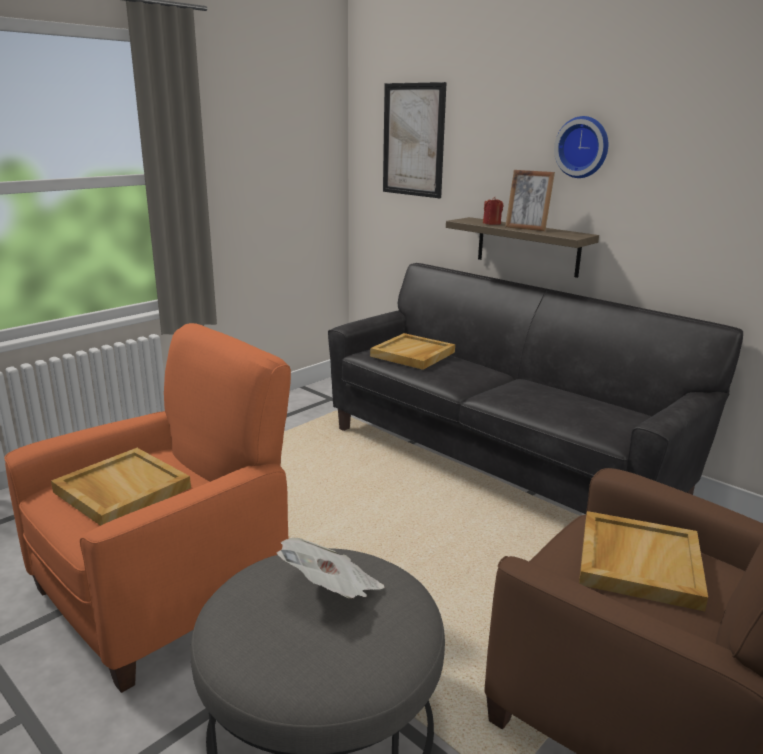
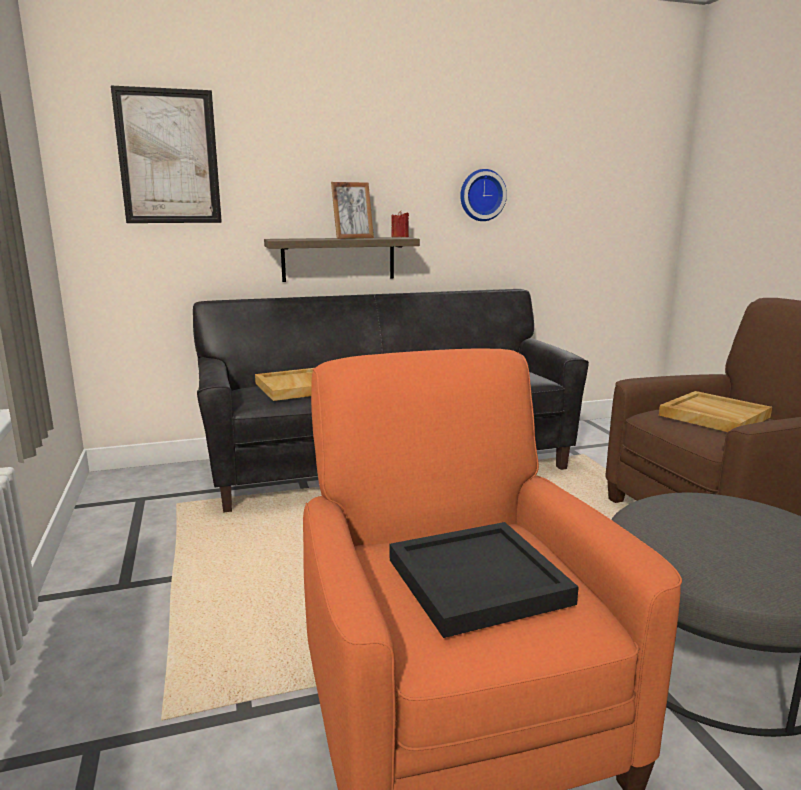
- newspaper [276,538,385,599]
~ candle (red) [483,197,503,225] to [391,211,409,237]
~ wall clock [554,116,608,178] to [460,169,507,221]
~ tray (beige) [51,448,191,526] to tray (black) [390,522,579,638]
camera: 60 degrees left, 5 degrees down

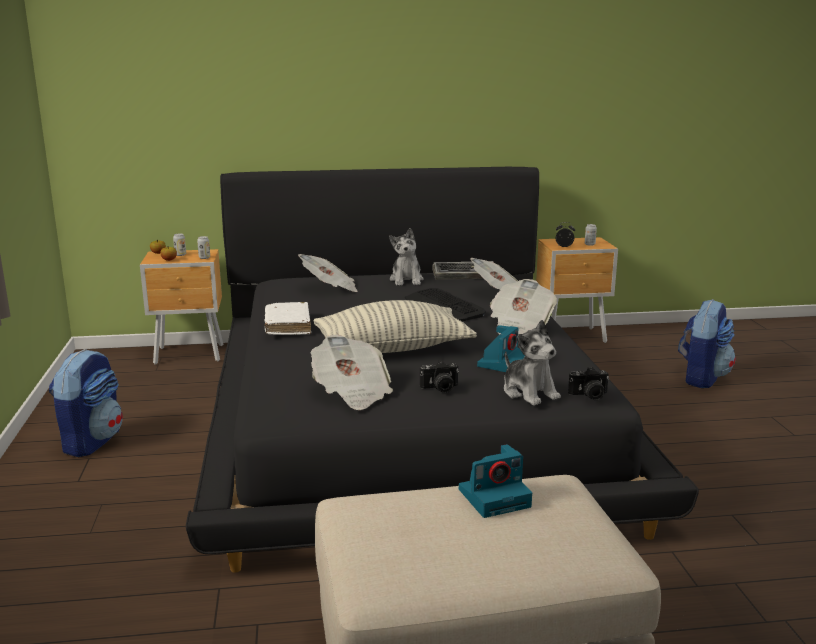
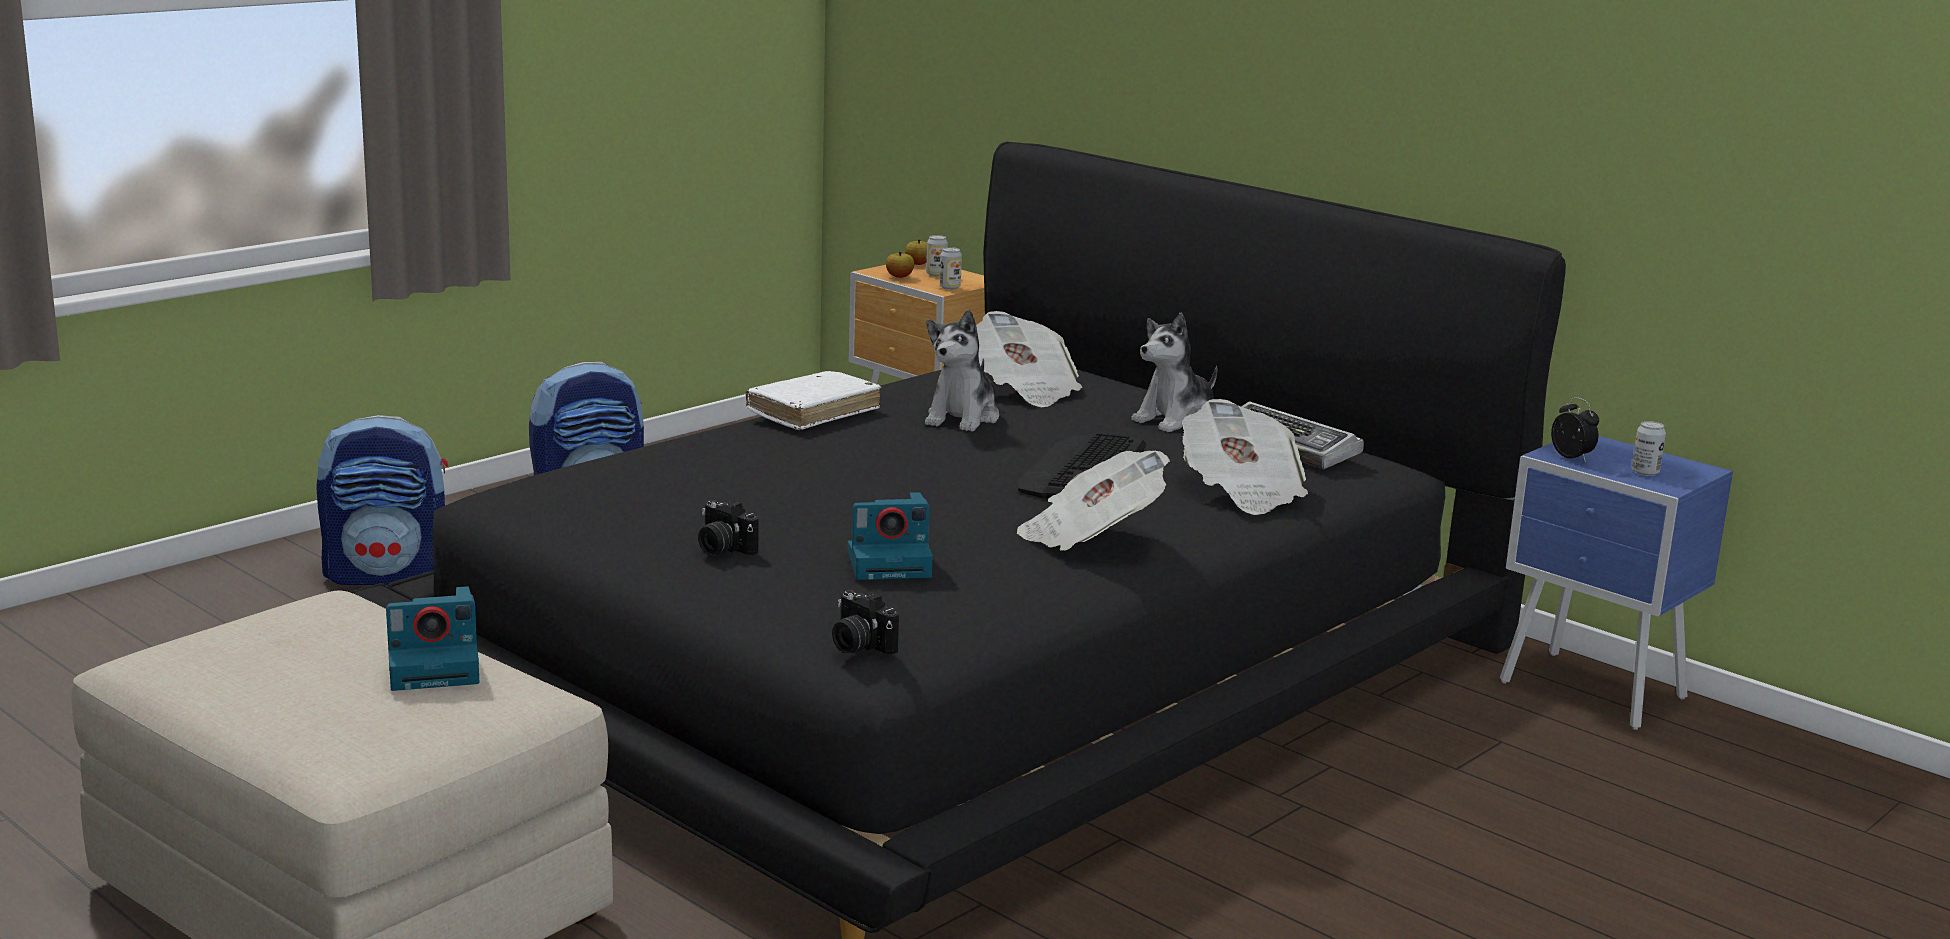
- newspaper [311,335,393,410]
- pillow [314,300,477,353]
~ plush toy [504,320,561,406] to [925,309,999,432]
~ backpack [678,299,736,388] to [316,415,448,585]
~ nightstand (brown) [536,237,618,343] to nightstand (blue) [1500,436,1733,730]
~ photo camera [459,444,532,518] = [386,586,479,691] 45 degrees counterclockwise
camera: 50 degrees right, 0 degrees up

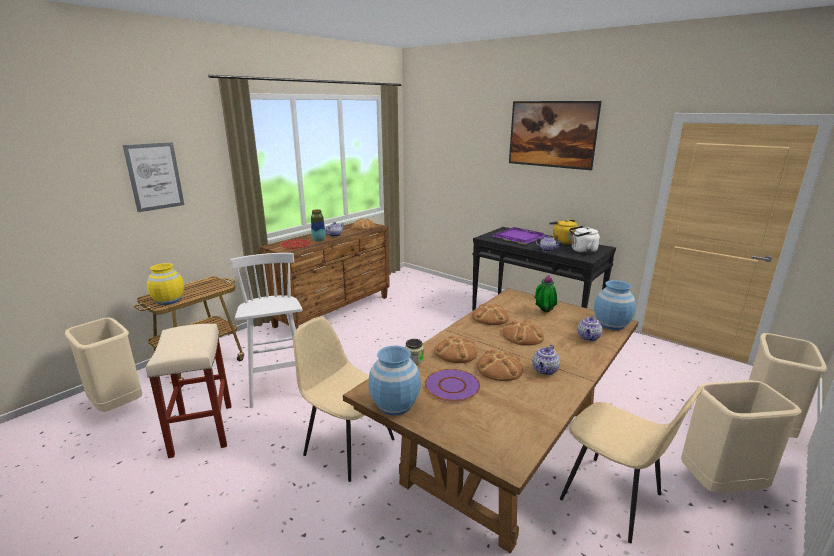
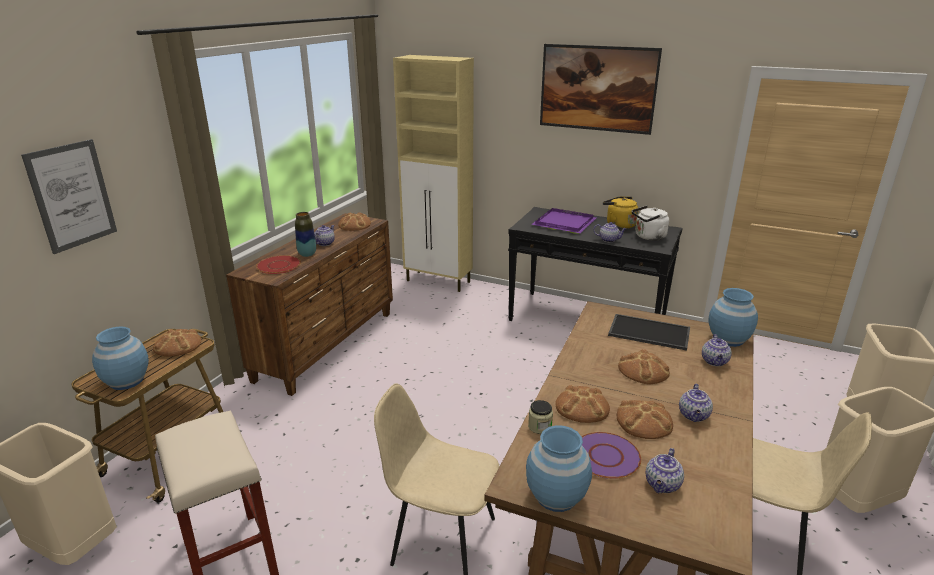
- stool (white) [230,253,303,408]
+ cabinet (beige) [393,55,474,292]
+ teapot [646,448,684,493]
~ bread [472,303,509,325] to [153,329,201,357]
~ potted plant [534,275,557,312] to tray [608,314,690,351]
~ vase (yellow) [147,263,184,305] to vase (blue) [92,327,149,390]
camera: 15 degrees left, 5 degrees up

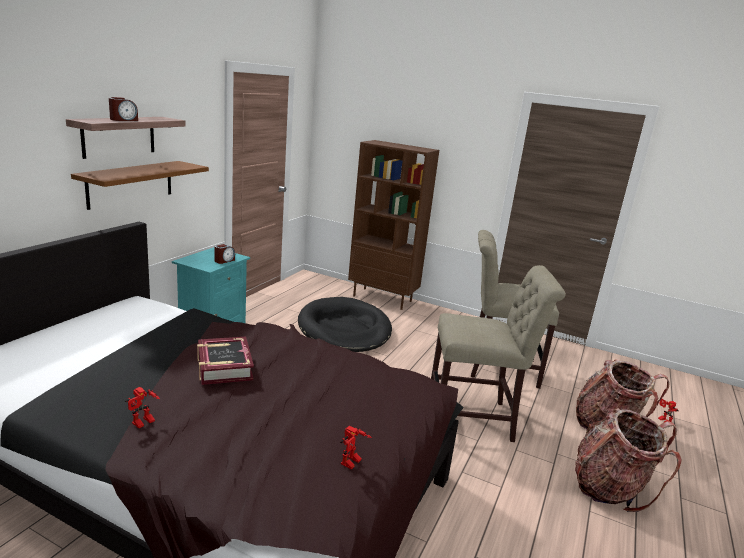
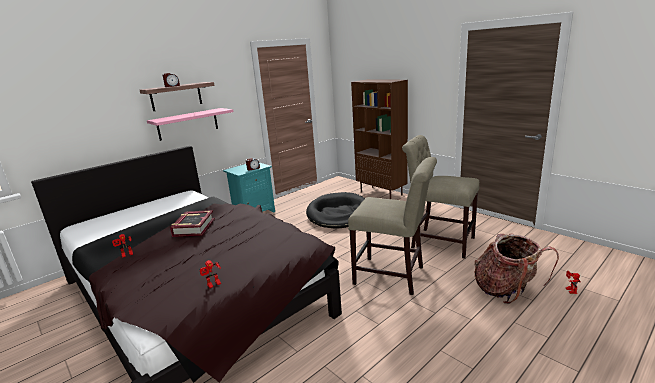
- backpack [575,408,682,512]
~ shelf (brown) [71,161,209,210] to shelf (pink) [147,108,233,141]
camera: 25 degrees right, 0 degrees up

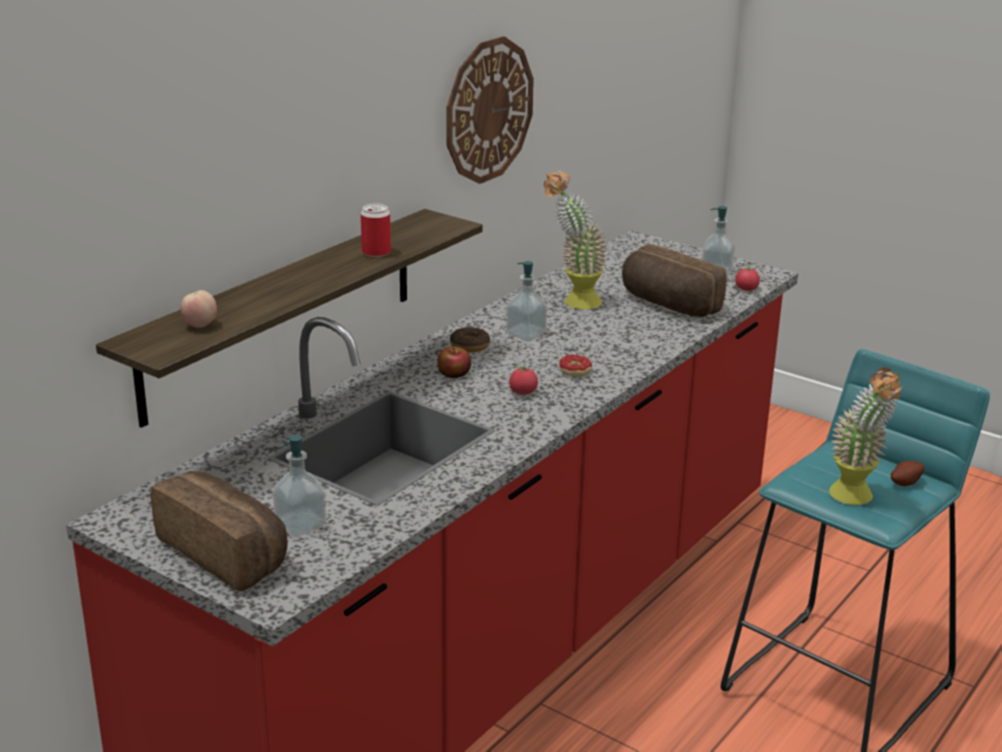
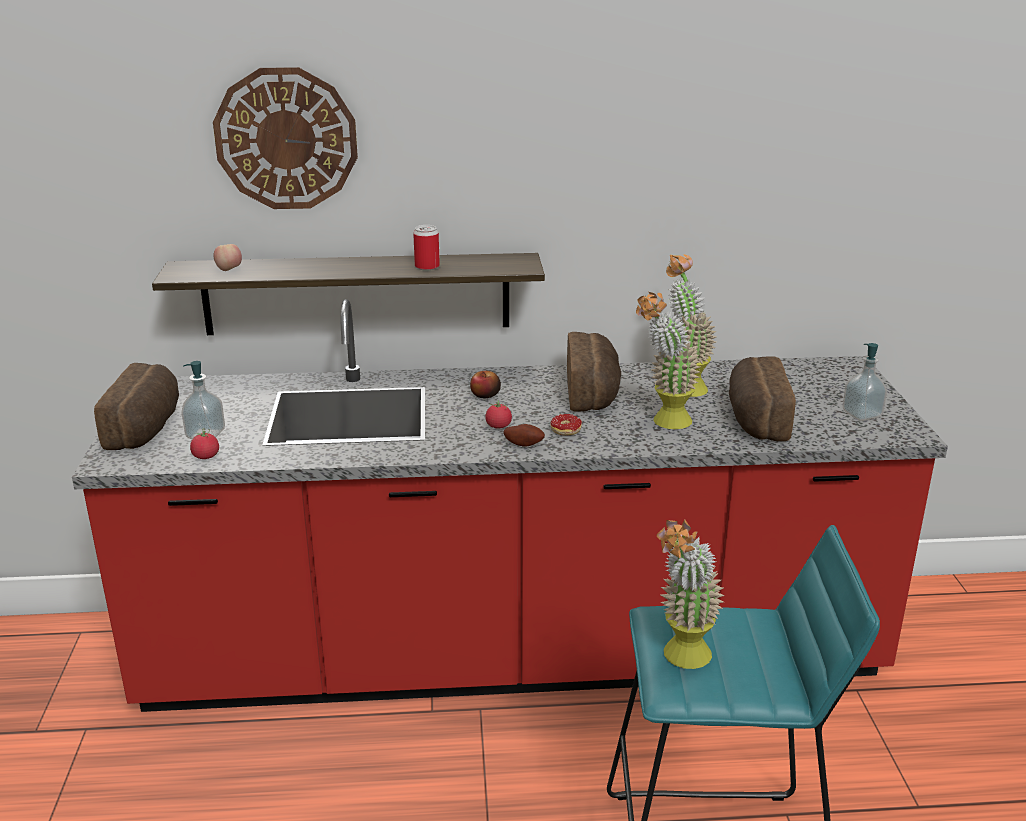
- donut [450,327,490,353]
+ potted plant [636,292,700,429]
~ wall clock [446,36,534,184] to [213,67,358,209]
~ tomato [735,265,760,291] to [190,428,219,459]
~ potato [891,461,924,486] to [503,424,545,447]
~ soap dispenser [506,261,547,341] to bread [567,332,621,411]
camera: 50 degrees right, 0 degrees up

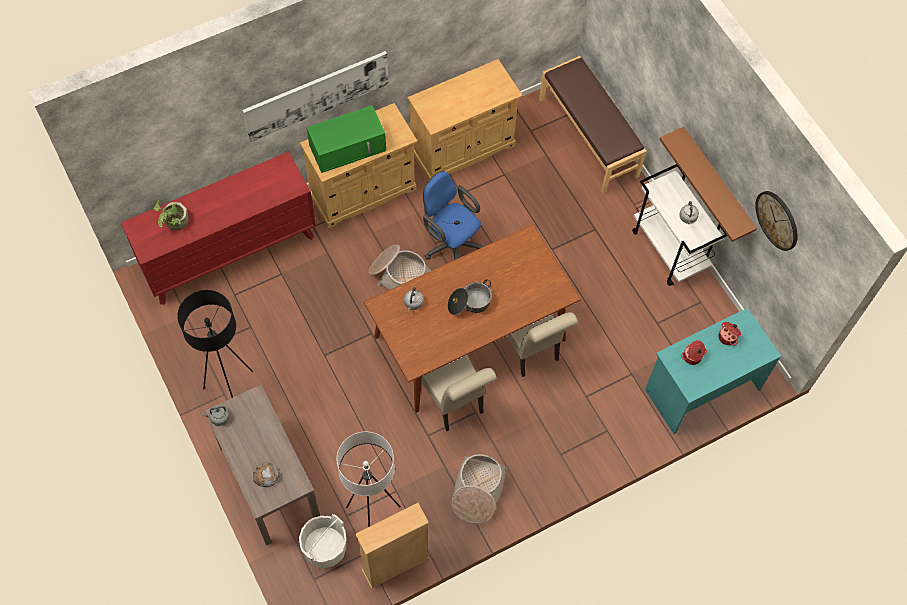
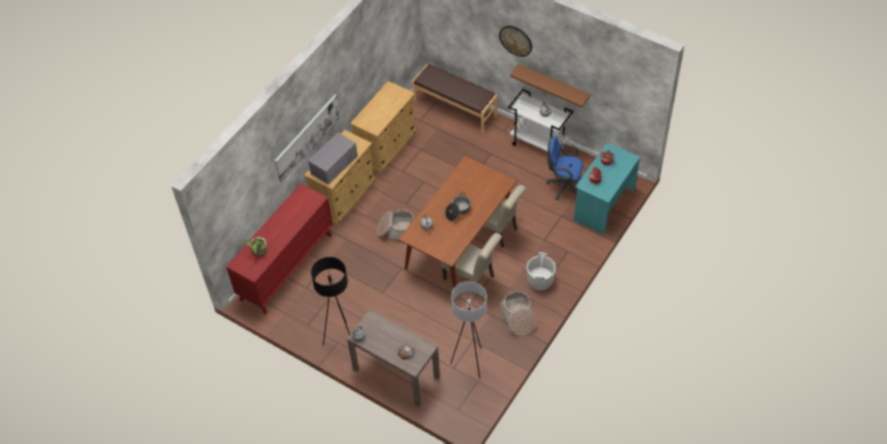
- bookcase (beige) [355,503,429,589]
~ bucket (white) [299,514,347,568] to [527,252,556,290]
~ office chair (blue) [423,171,484,260] to [546,136,583,200]
~ wall clock [755,191,798,251] to [499,26,532,57]
~ microwave (green) [307,105,386,173] to microwave (grey) [308,133,358,185]
camera: 25 degrees left, 10 degrees down

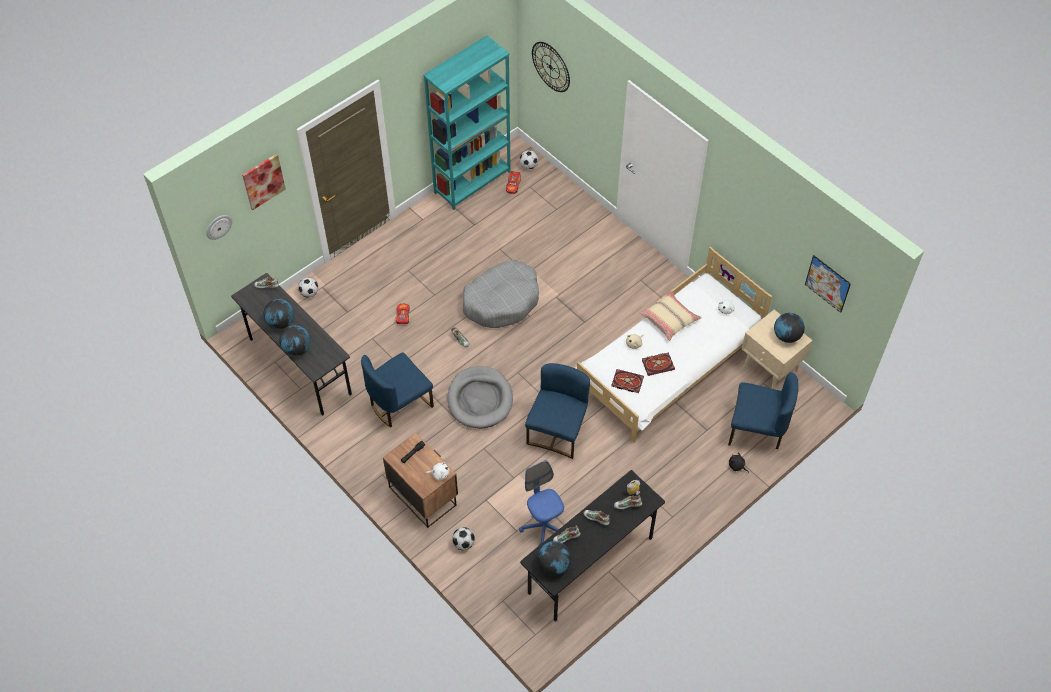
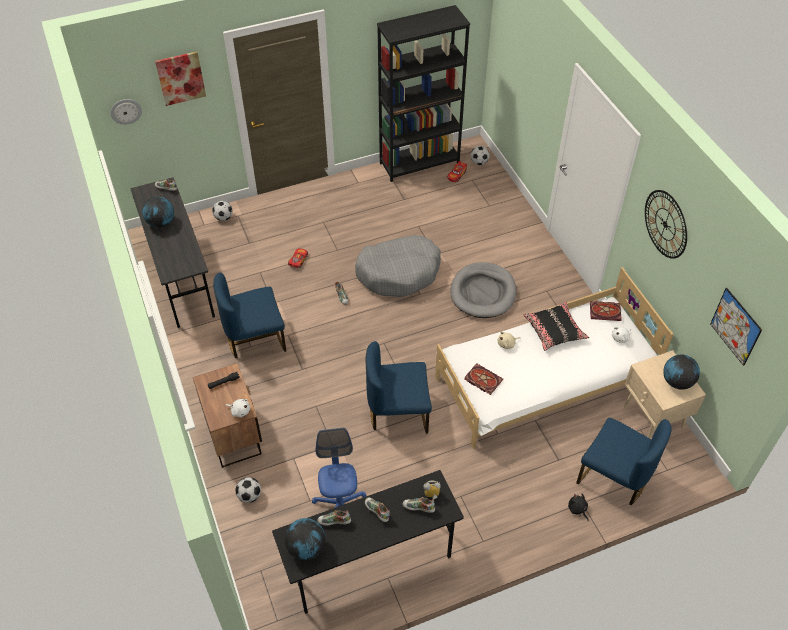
- globe [280,325,311,356]
~ dog bed (grey) [448,366,513,428] to [450,262,516,318]
~ wall clock [532,42,570,92] to [645,190,687,259]
~ book [642,353,675,376] to [590,301,622,321]
~ bookcase (turquoise) [423,36,511,210] to bookcase (black) [377,5,470,182]
~ pillow (beige) [639,290,702,341] to pillow (black) [523,302,589,351]
~ chair (blue) [525,363,590,459] = [366,341,432,434] 135 degrees counterclockwise
camera: 20 degrees right, 5 degrees down

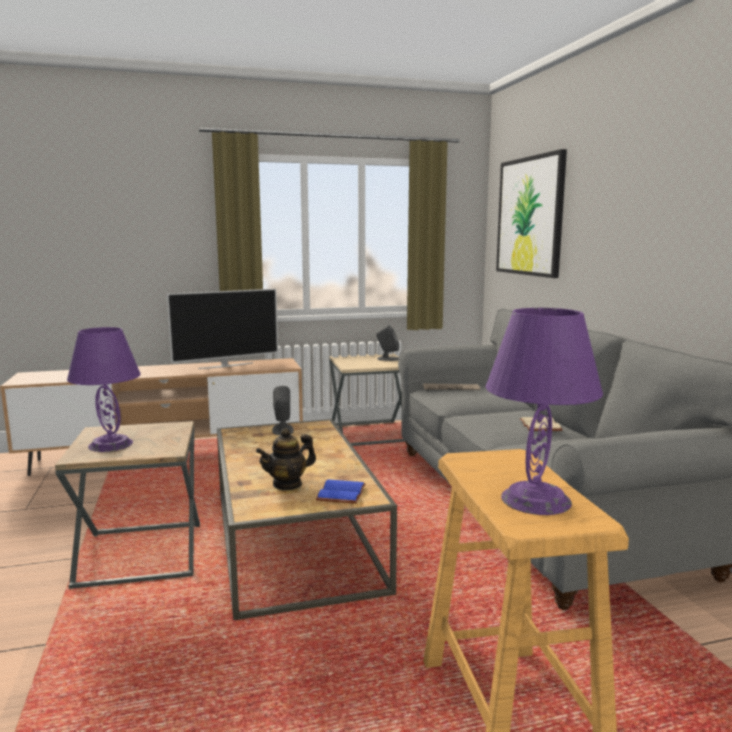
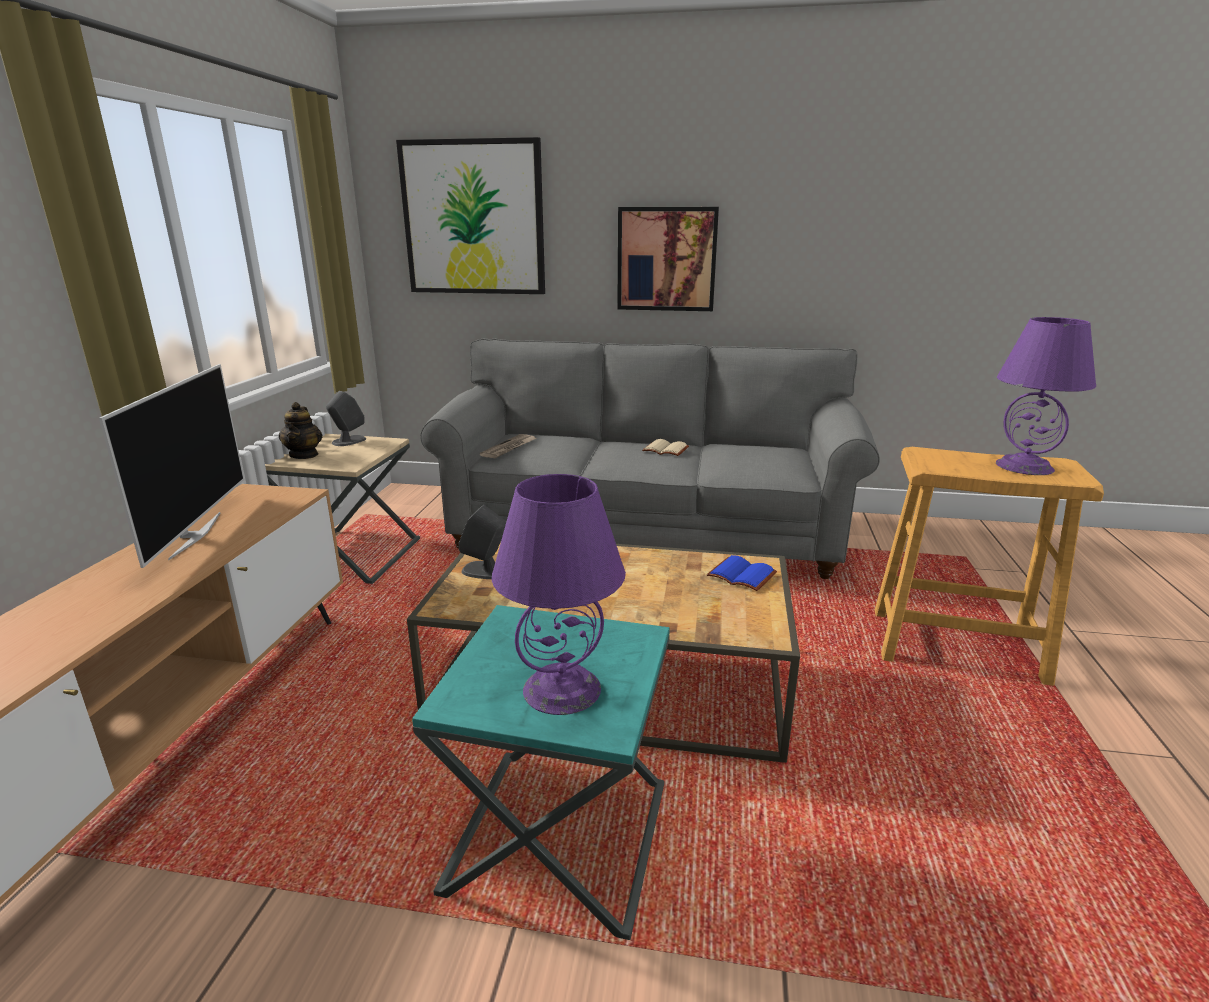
+ picture [617,207,719,311]
~ teapot [256,428,316,491] to [279,402,322,459]
~ side table (brown) [55,421,200,589] to side table (turquoise) [412,605,670,940]
camera: 65 degrees left, 10 degrees up

